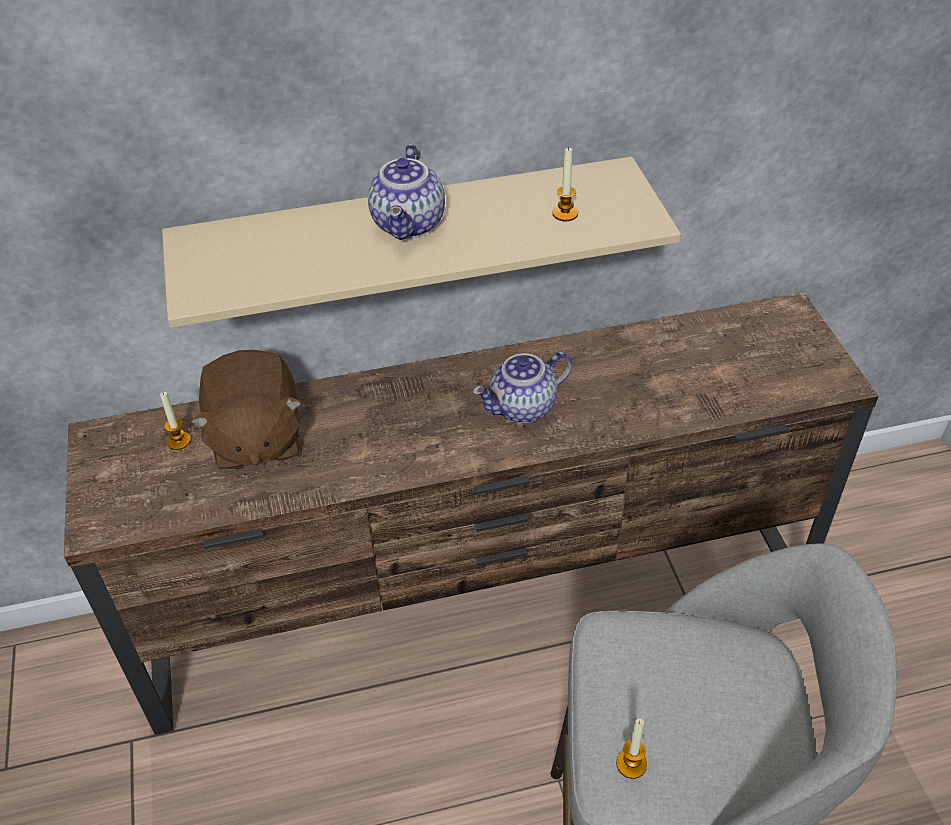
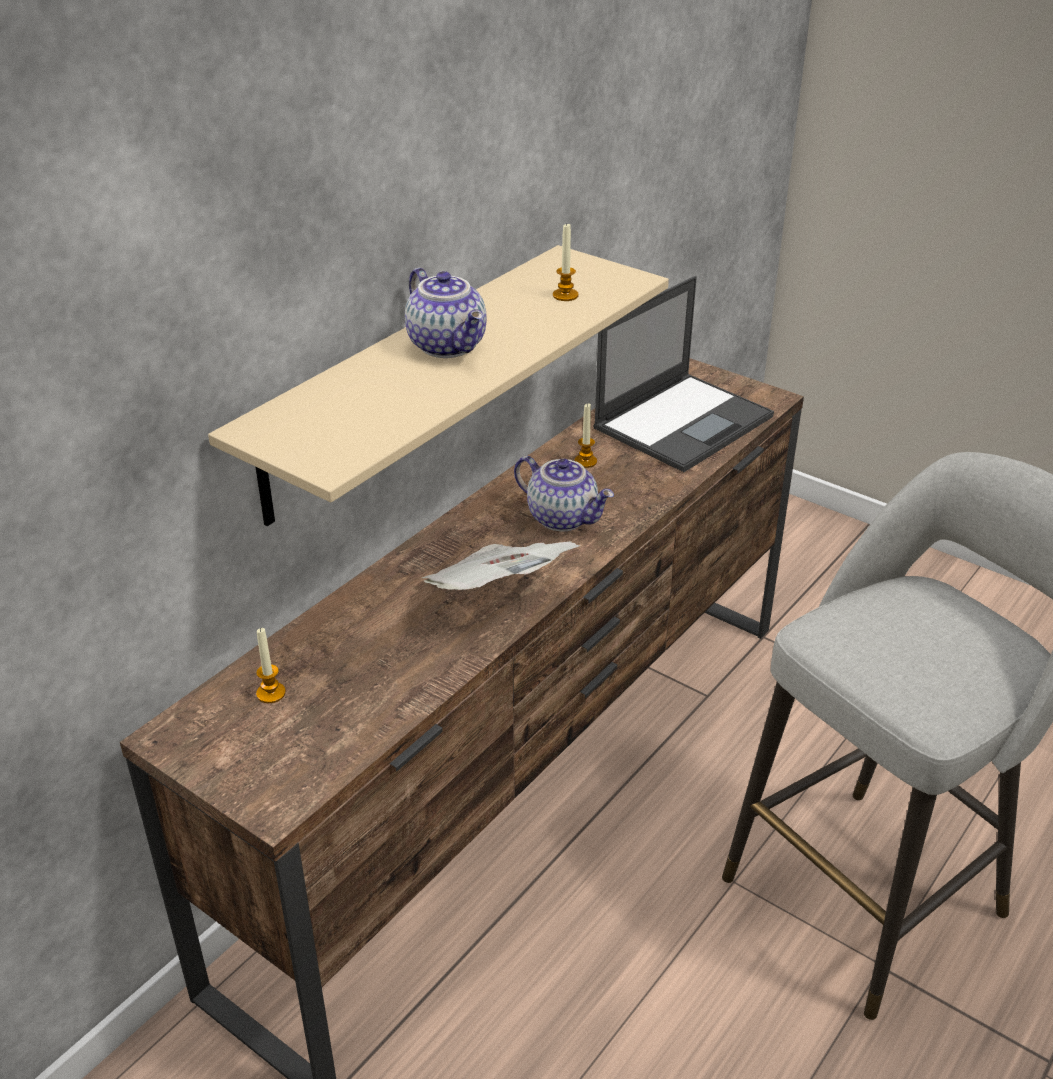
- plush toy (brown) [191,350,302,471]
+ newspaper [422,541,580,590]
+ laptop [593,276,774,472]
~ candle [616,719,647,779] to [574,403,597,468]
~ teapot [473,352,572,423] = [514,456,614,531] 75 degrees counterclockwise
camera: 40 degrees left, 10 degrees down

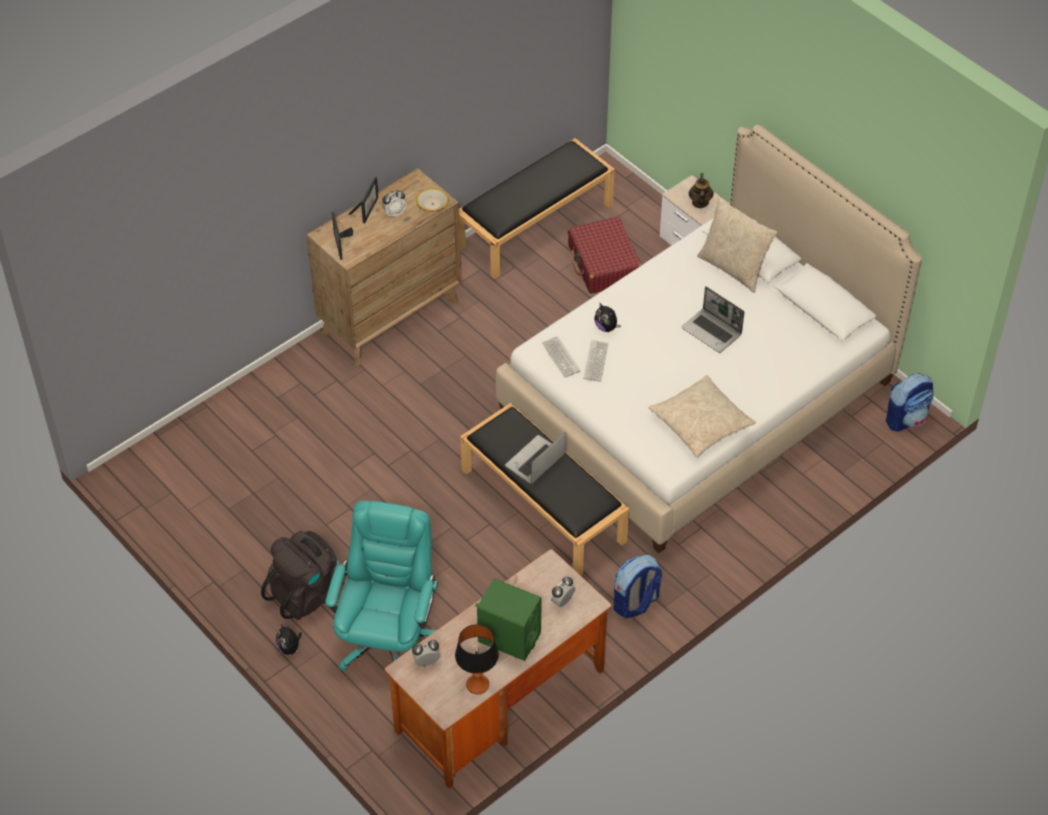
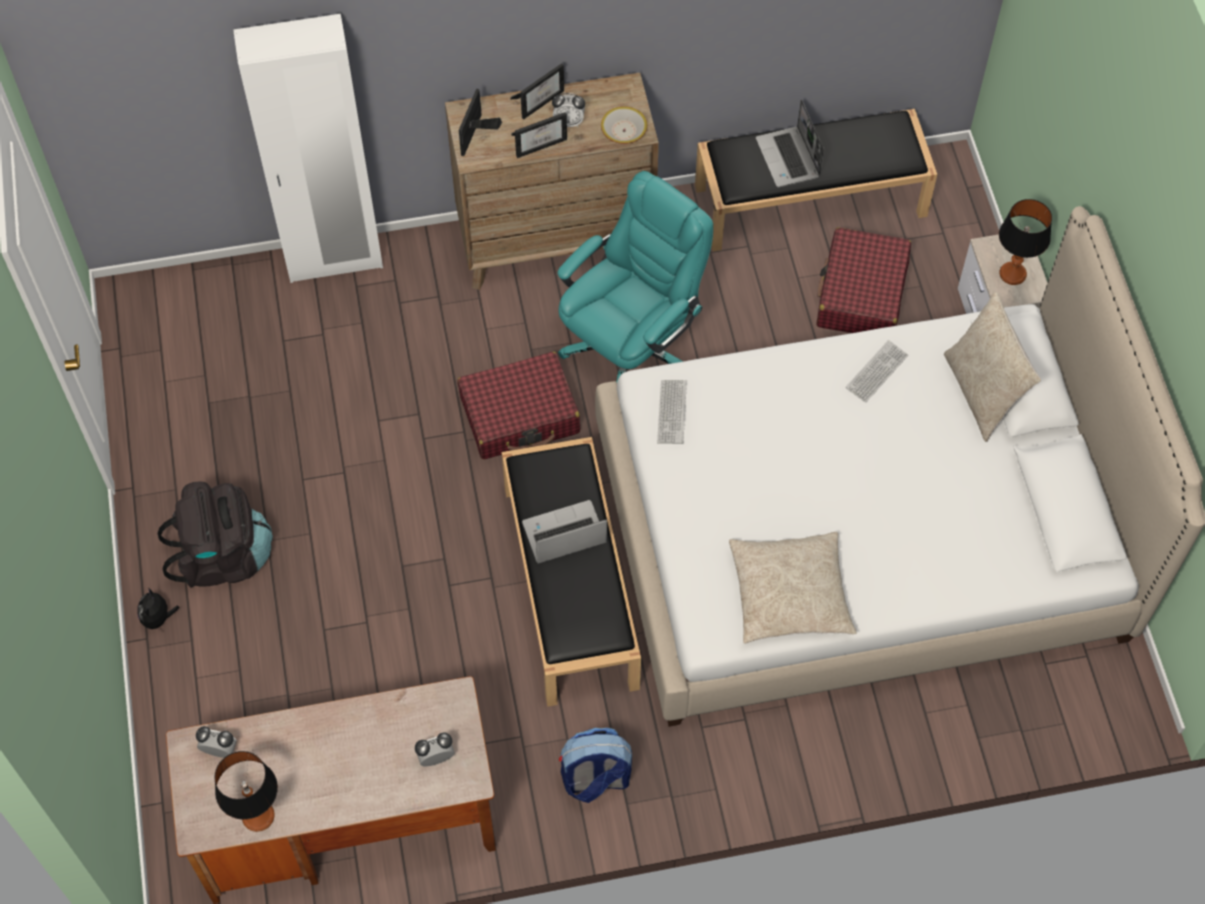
- speaker (green) [475,579,542,661]
- plush toy [594,302,621,332]
- backpack [886,373,934,432]
+ wardrobe (white) [233,14,383,283]
+ suitcase (red) [457,352,580,459]
+ picture frame [511,112,567,158]
~ office chair (turquoise) [325,501,438,670] to [557,171,713,382]
~ keyboard [583,340,609,382] to [846,340,908,403]
~ laptop [682,286,745,353] to [756,99,824,187]
~ teapot [688,173,714,208] to table lamp [999,199,1052,285]
camera: 30 degrees right, 10 degrees up

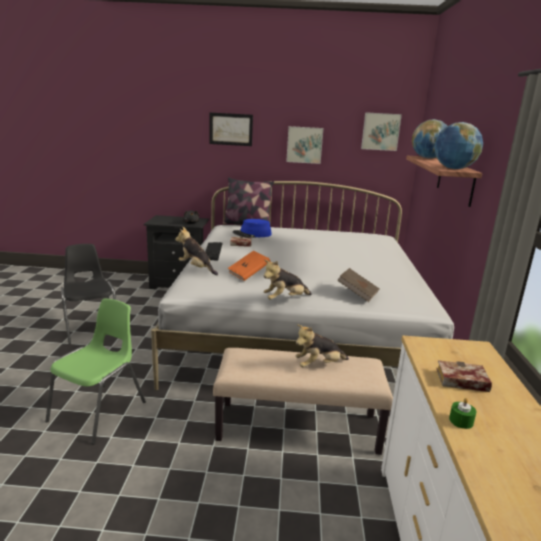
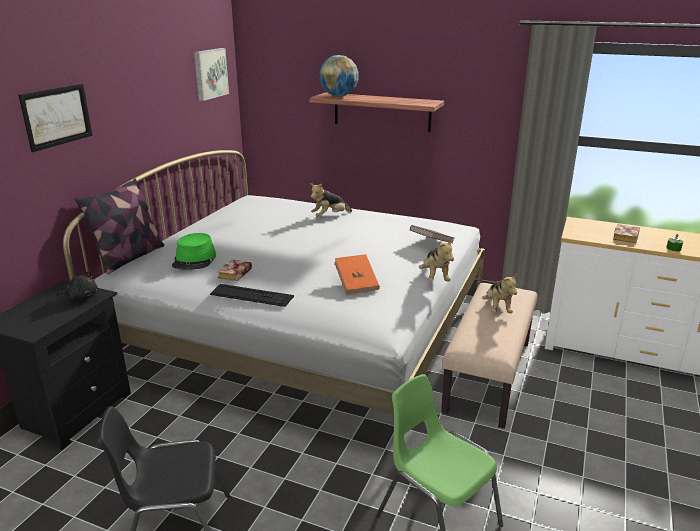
- picture [286,126,324,164]
- globe [434,122,483,169]
~ plush toy [175,227,218,275] to [310,183,352,217]
~ hat (blue) [233,219,272,238] to hat (green) [172,233,216,270]
camera: 70 degrees left, 5 degrees up

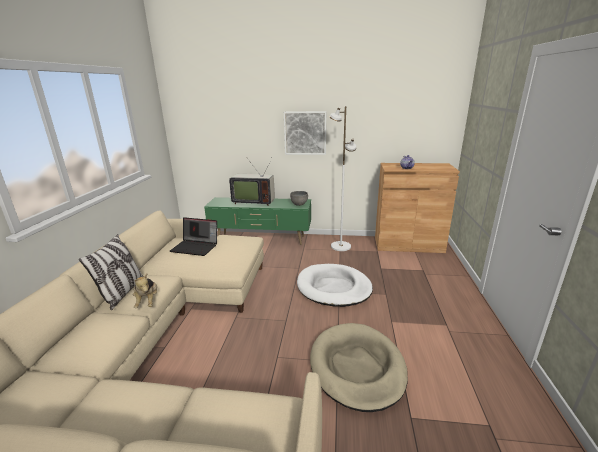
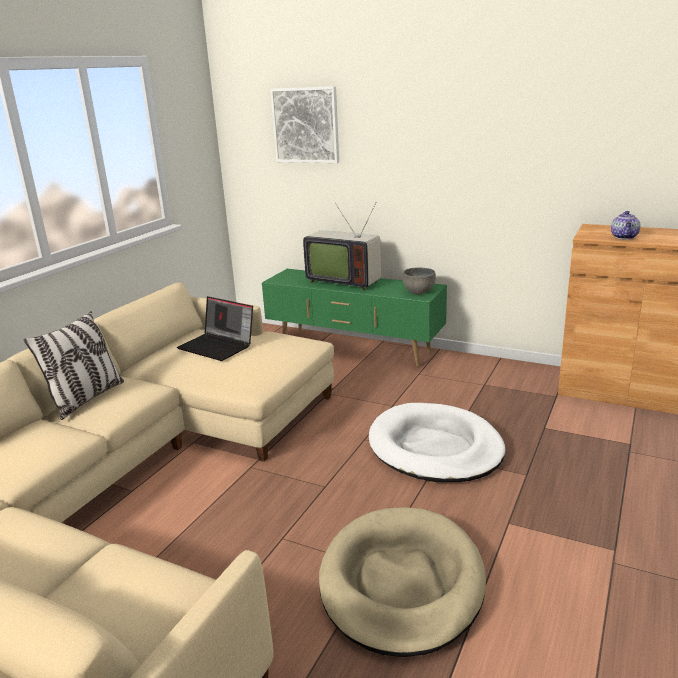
- plush toy [133,274,157,308]
- floor lamp (white) [329,106,356,251]
~ picture [284,111,326,155] to [270,86,339,163]
camera: 20 degrees right, 0 degrees up

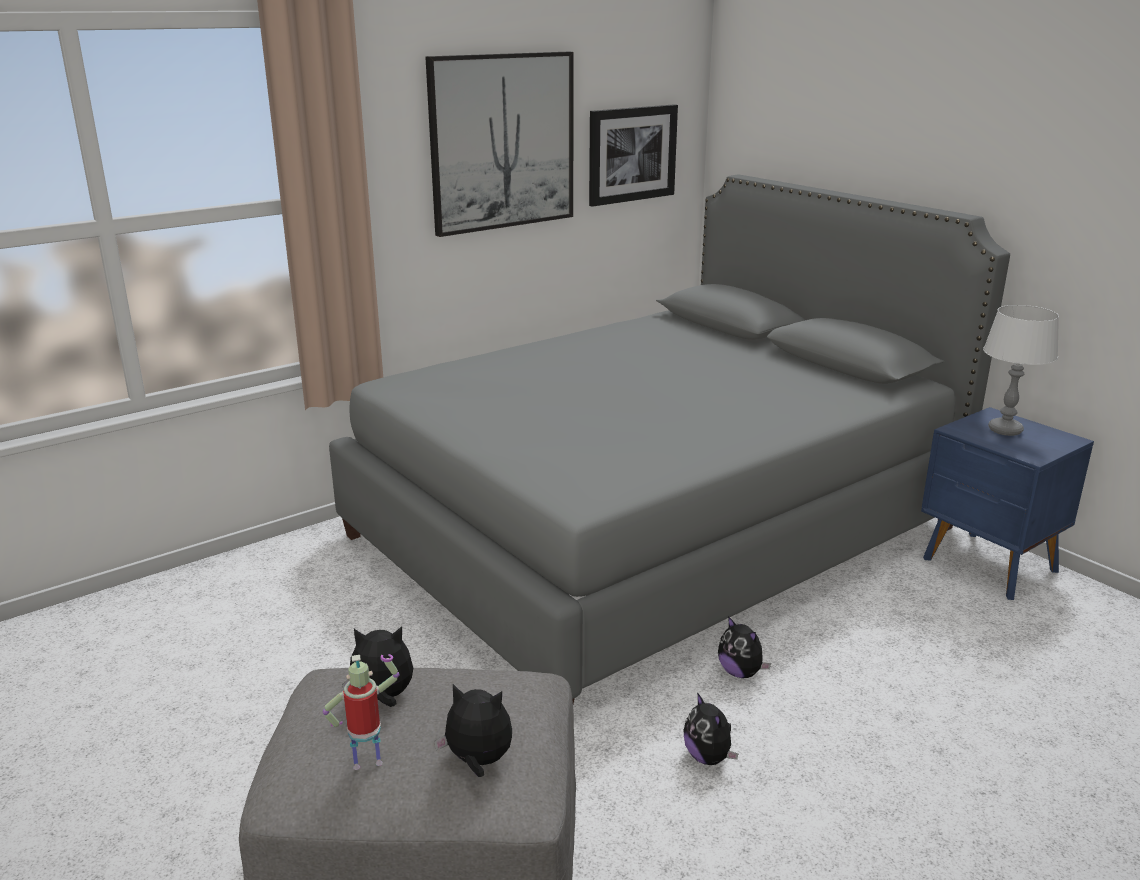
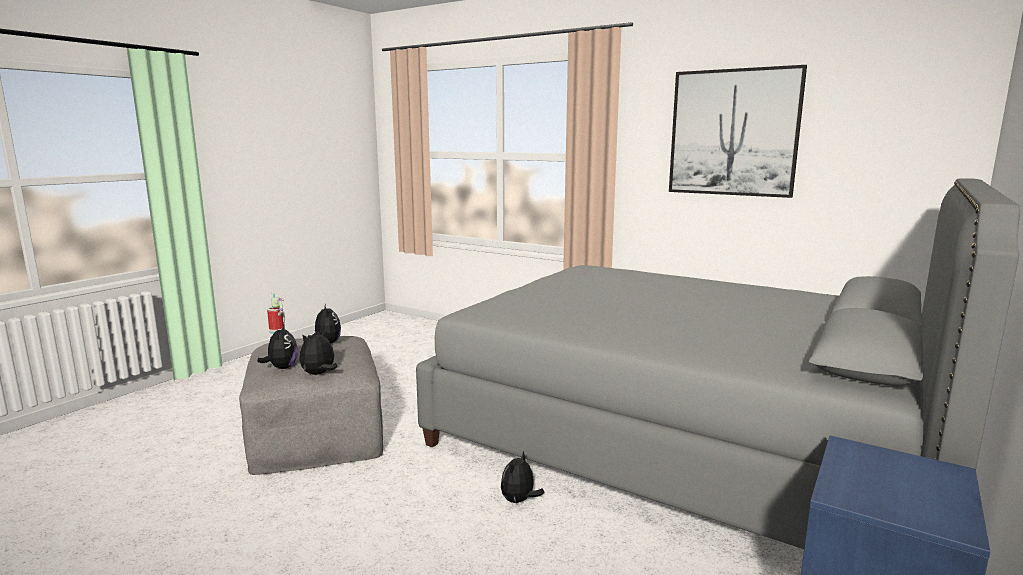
- picture [589,104,678,207]
- table lamp (white) [983,305,1059,436]
~ plush toy [684,692,738,765] to [299,330,338,375]
camera: 70 degrees right, 10 degrees down

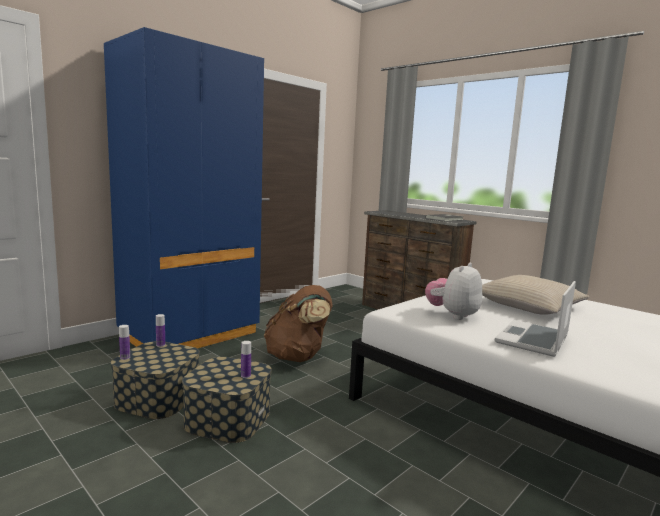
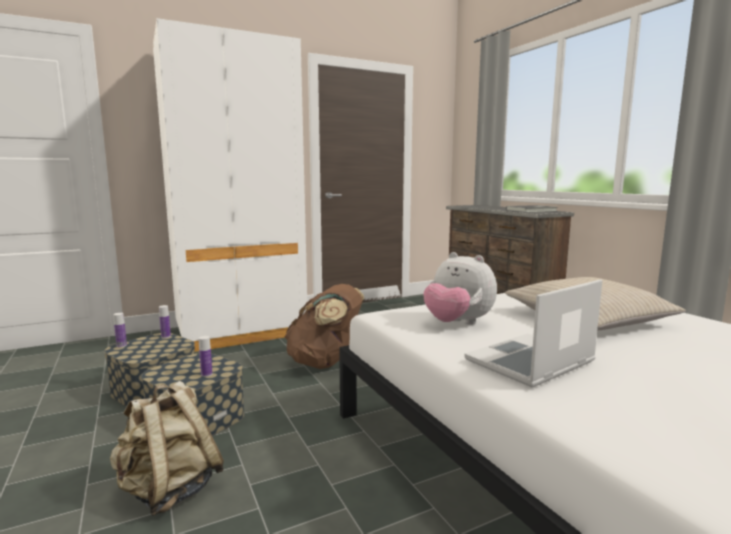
+ backpack (beige) [110,381,224,516]
~ wardrobe (blue) [104,27,264,348] to wardrobe (white) [153,18,307,352]
~ plush toy [425,263,482,320] = [423,252,497,325] 105 degrees counterclockwise
camera: 20 degrees right, 0 degrees up

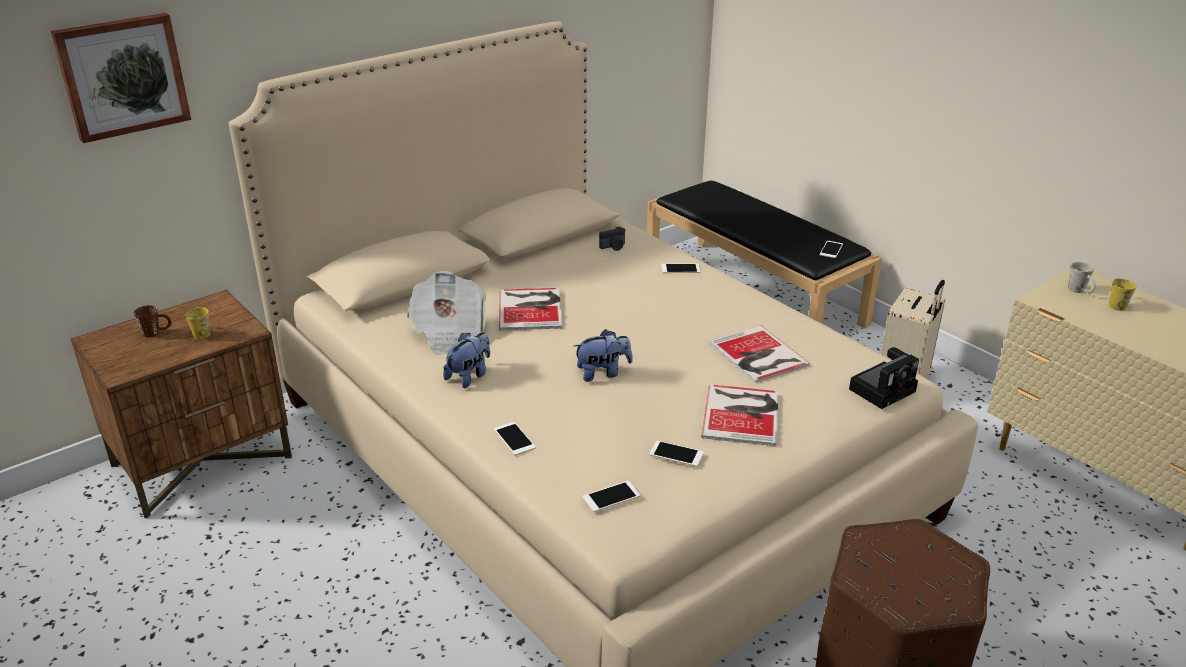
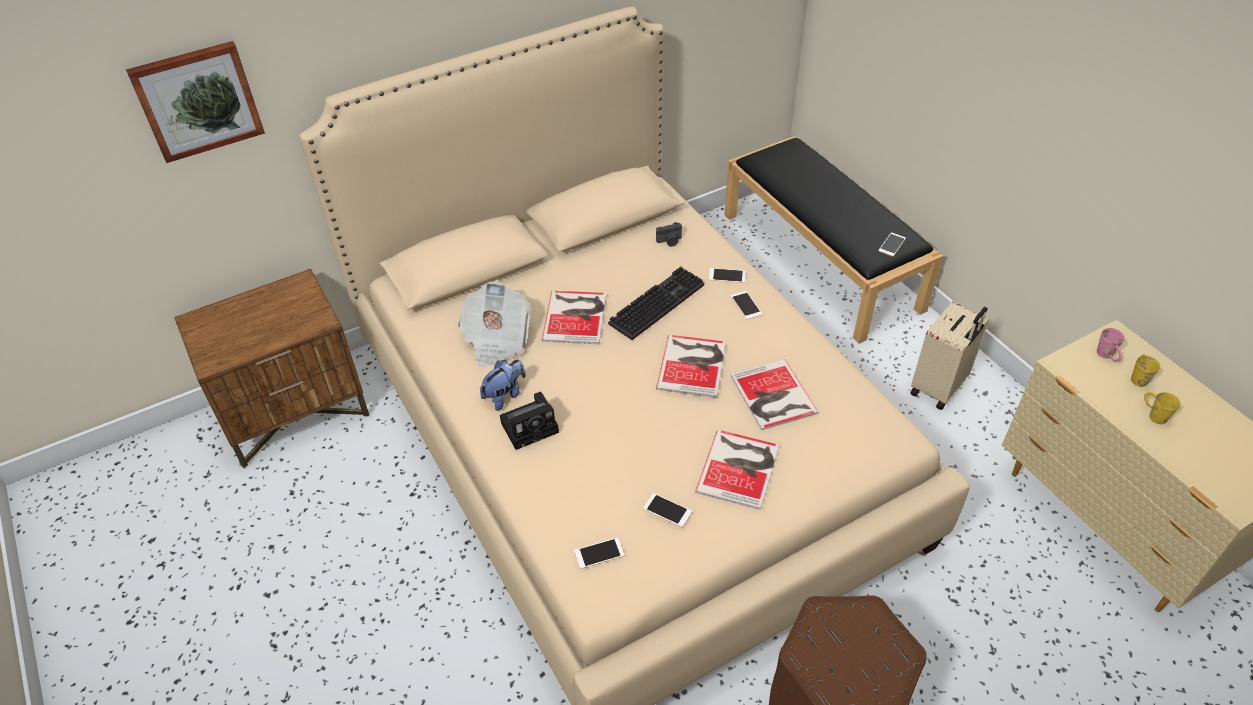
- mug (brown) [134,305,172,337]
- plush toy [574,329,633,382]
+ keyboard [608,266,704,340]
+ book [656,335,726,398]
~ mug (yellow) [185,307,210,339] to [1144,392,1181,424]
~ phone [494,422,536,455] to [731,291,762,320]
~ photo camera [849,347,919,409] to [500,392,559,450]
~ mug (white) [1068,262,1096,293] to mug (pink) [1097,328,1125,362]
camera: 10 degrees right, 15 degrees up

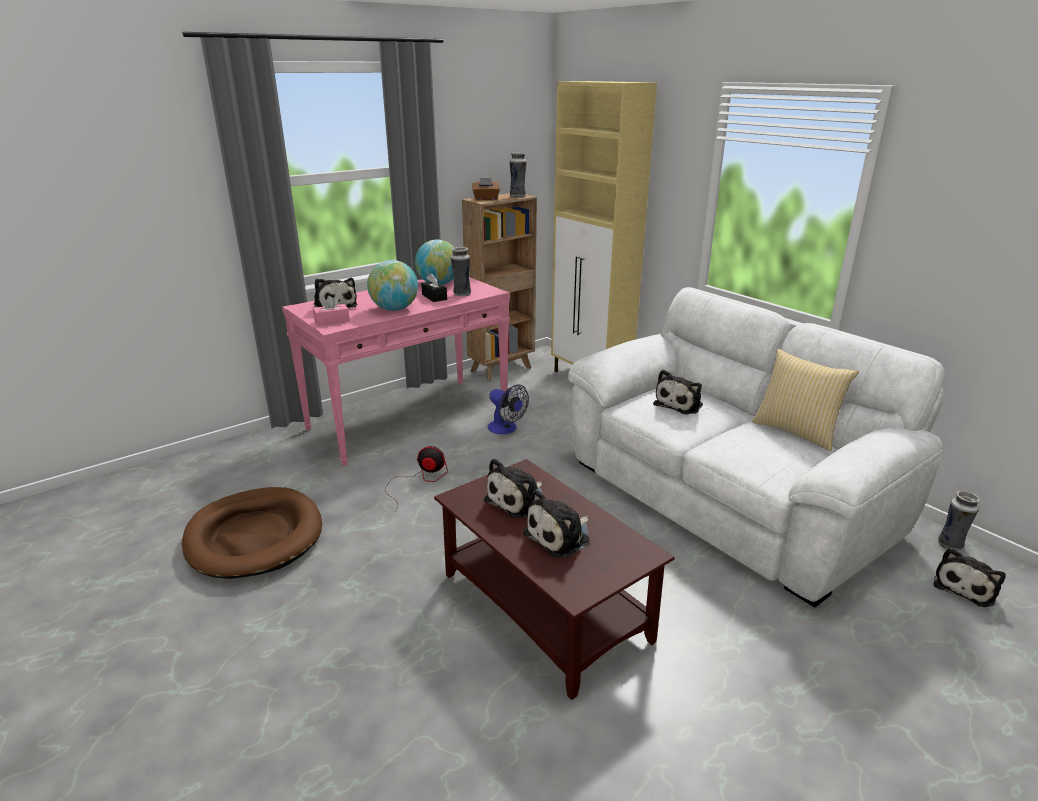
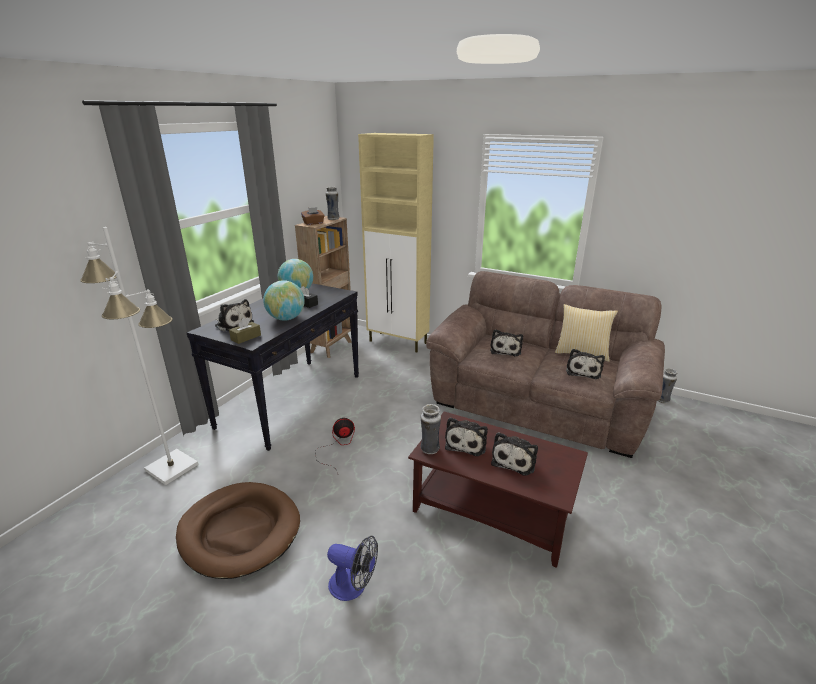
+ floor lamp (white) [80,227,198,485]
~ vase [451,247,471,296] to [421,404,441,454]
~ fan [487,384,529,434] to [327,536,378,601]
~ plush toy [934,548,1006,607] to [566,349,605,379]
~ console table (pink) [282,277,510,466] to console table (black) [187,283,359,451]
~ tissue box (pink) [313,296,350,326] to tissue box (brown) [229,317,261,344]
~ sofa (white) [568,287,944,607] to sofa (brown) [426,271,665,458]
camera: 25 degrees left, 0 degrees up

